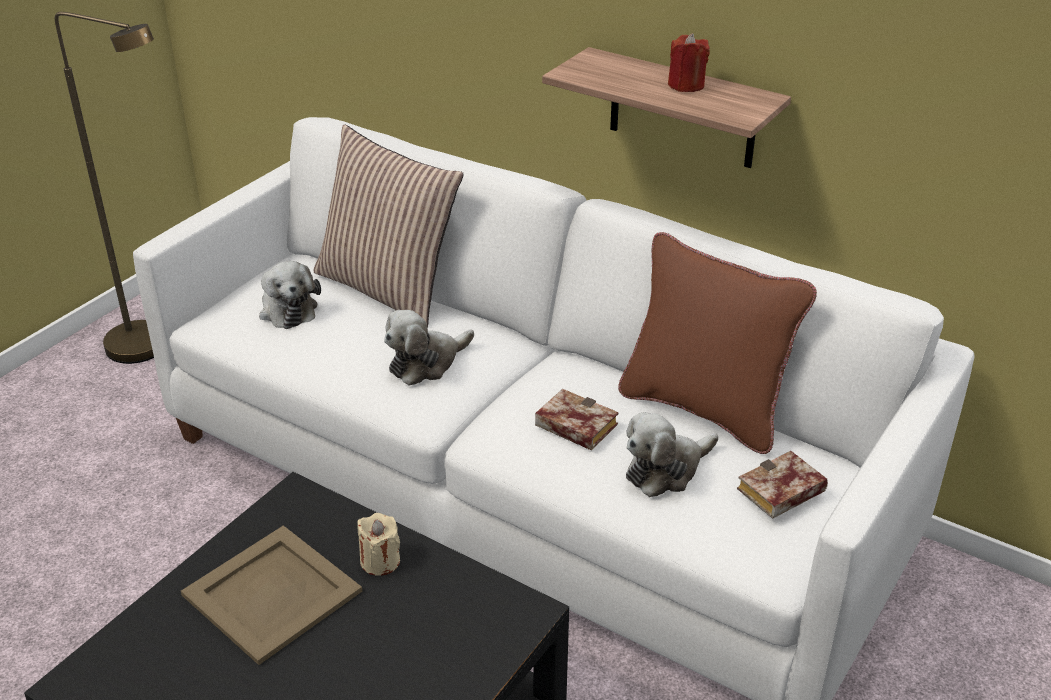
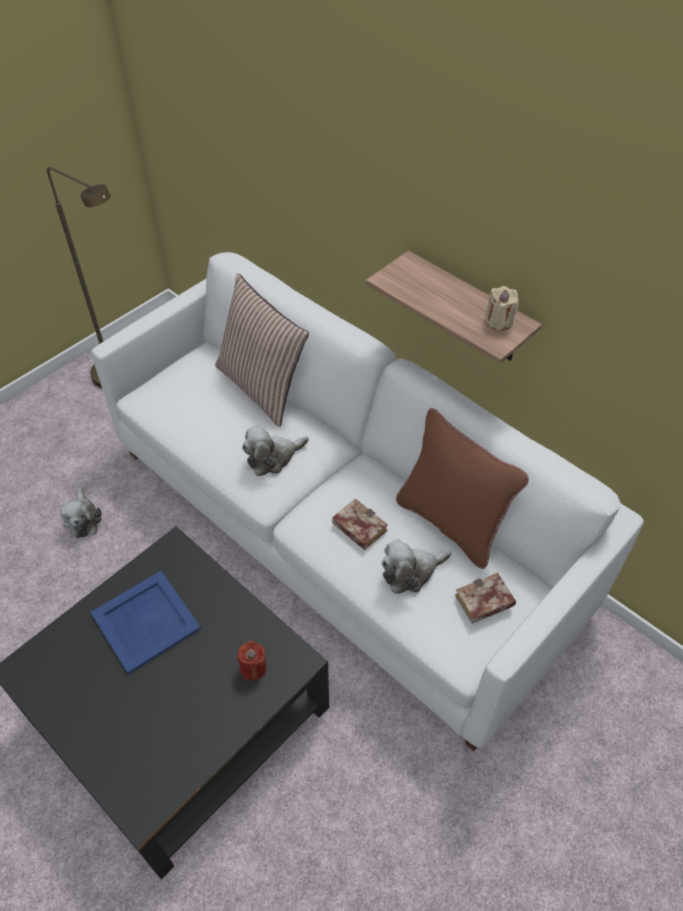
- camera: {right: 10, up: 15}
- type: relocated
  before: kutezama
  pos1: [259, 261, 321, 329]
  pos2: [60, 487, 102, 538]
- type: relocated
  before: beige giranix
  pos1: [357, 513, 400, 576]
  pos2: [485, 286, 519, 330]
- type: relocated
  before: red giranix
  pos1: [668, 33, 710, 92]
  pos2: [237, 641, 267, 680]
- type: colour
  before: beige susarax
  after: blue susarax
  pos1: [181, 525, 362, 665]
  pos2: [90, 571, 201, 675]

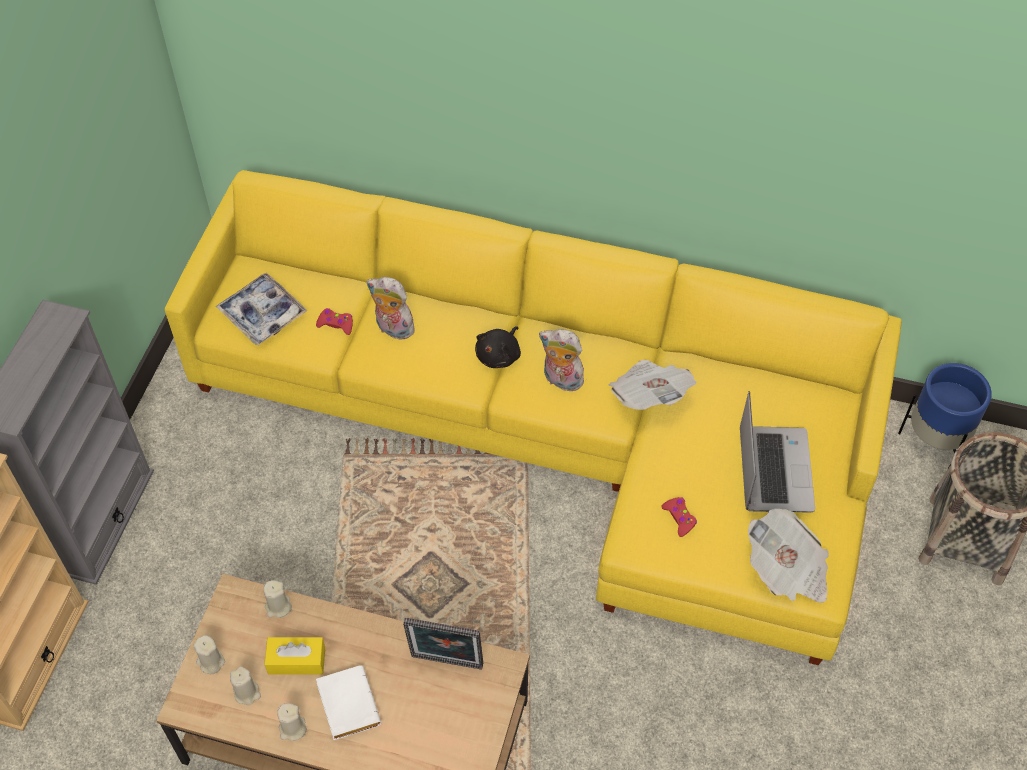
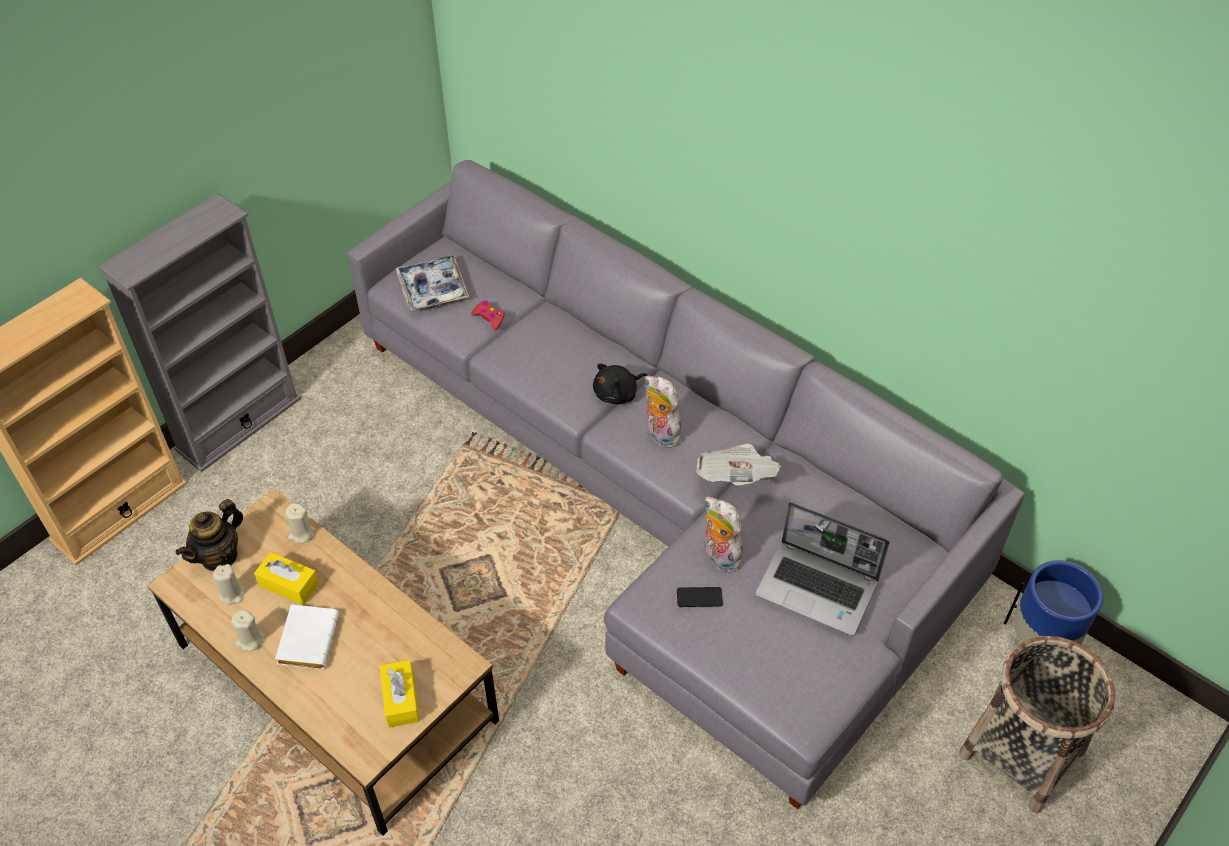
- camera: {right: 25, up: -5}
- type: missing
  before: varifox
  pos1: [403, 618, 483, 669]
- type: missing
  before: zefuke
  pos1: [748, 509, 829, 603]
- type: appeared
  after: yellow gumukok
  pos2: [380, 660, 419, 728]
- type: relocated
  before: kutezama
  pos1: [367, 277, 419, 339]
  pos2: [704, 497, 743, 573]
- type: exchanged
  before: beige giranix
  after: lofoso
  pos1: [193, 635, 225, 674]
  pos2: [176, 499, 243, 571]
- type: exchanged
  before: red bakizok
  after: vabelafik
  pos1: [661, 497, 697, 537]
  pos2: [677, 587, 723, 607]
- type: colour
  before: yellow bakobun
  after: grey bakobun
  pos1: [165, 170, 902, 665]
  pos2: [347, 160, 1025, 809]
- type: spun
  before: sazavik
  pos1: [740, 391, 815, 513]
  pos2: [756, 502, 890, 636]
  turn: 90

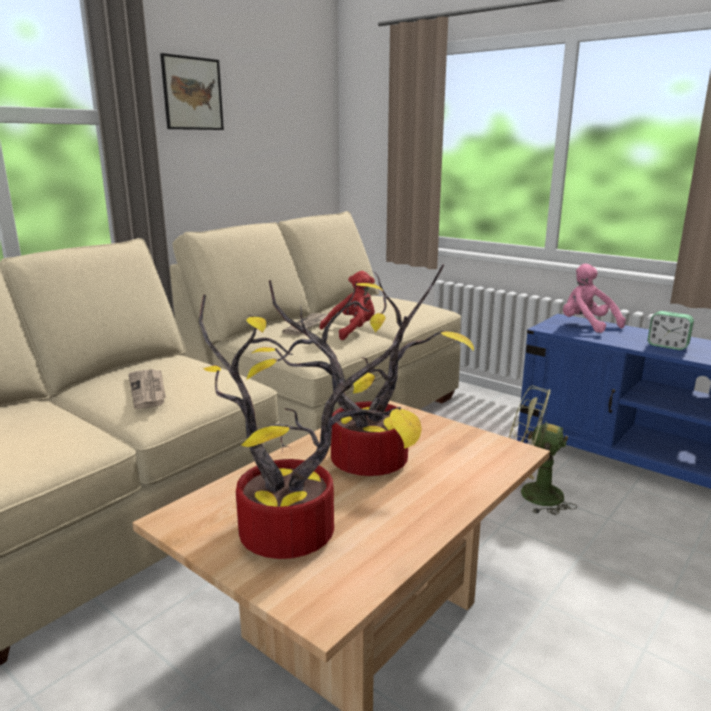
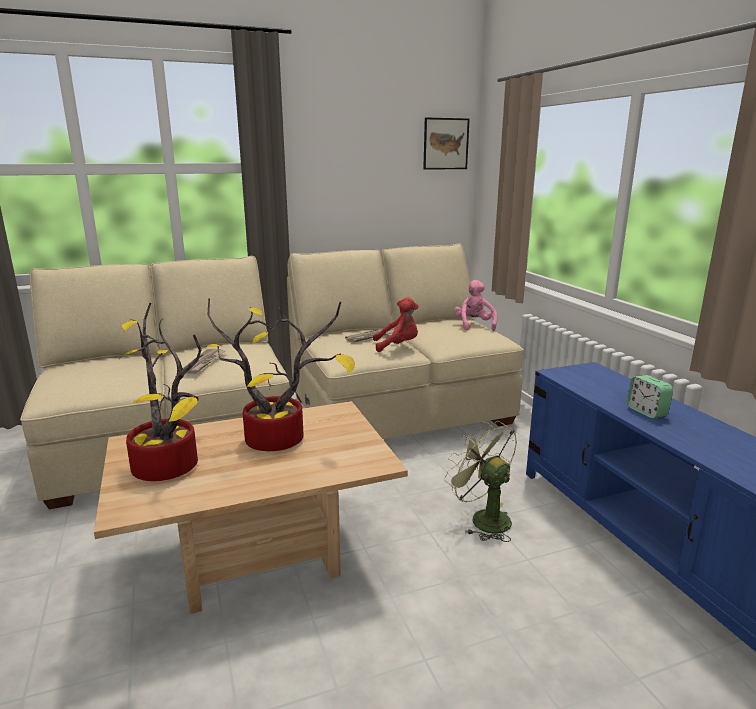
- camera: {right: 30, up: 0}
- type: relocated
  before: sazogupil
  pos1: [160, 53, 224, 130]
  pos2: [423, 117, 470, 170]
- type: relocated
  before: pink kutezama
  pos1: [563, 263, 626, 333]
  pos2: [454, 280, 497, 331]

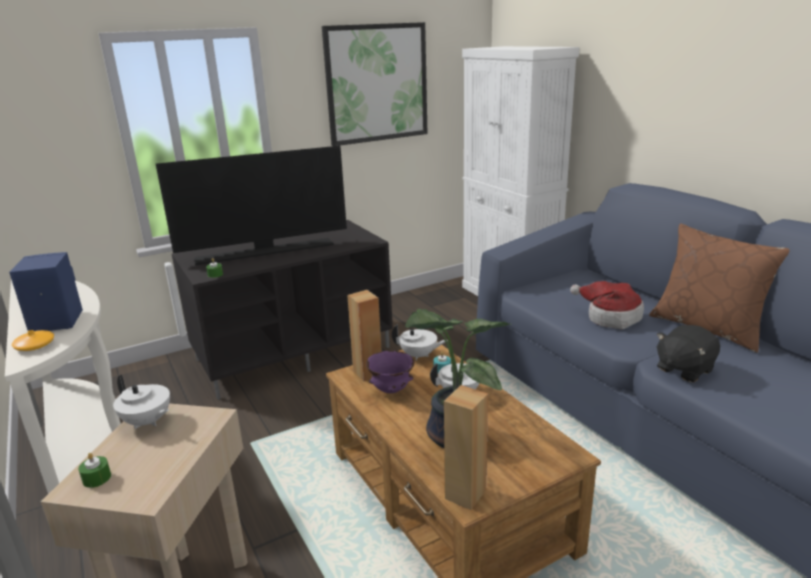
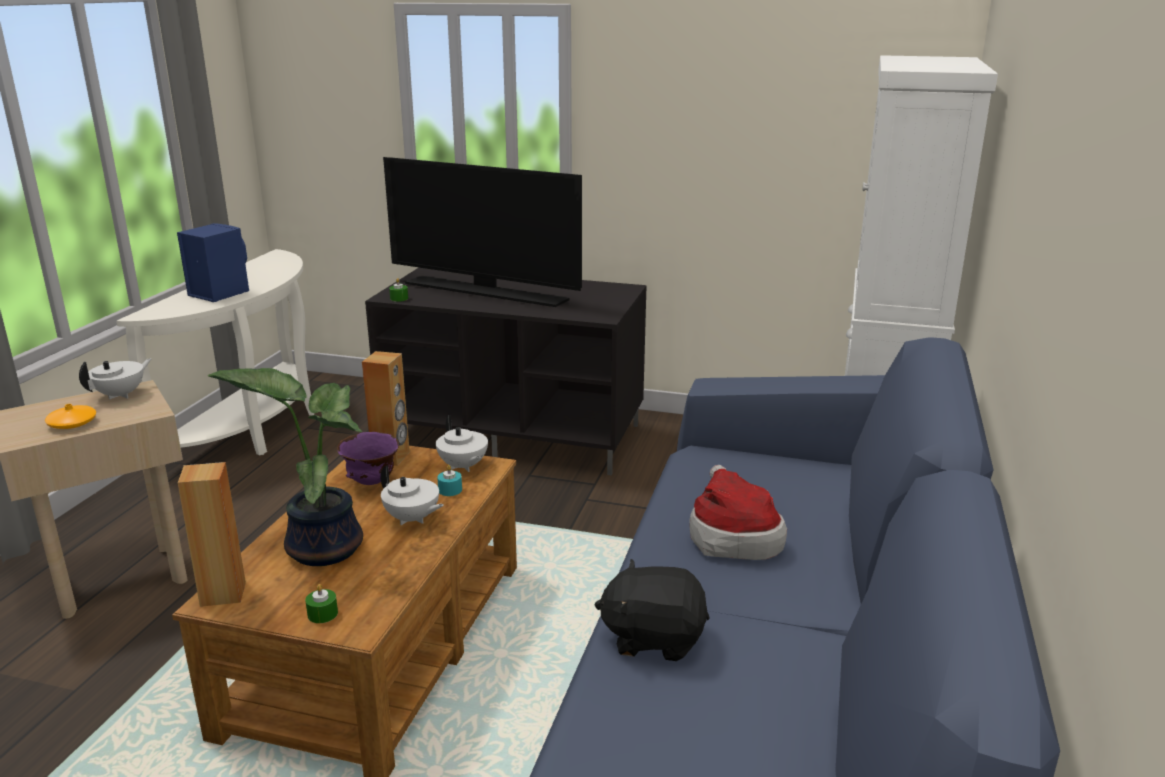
- camera: {right: 45, up: 0}
- type: missing
  before: sazogupil
  pos1: [322, 22, 427, 146]
- type: missing
  before: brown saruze
  pos1: [649, 224, 790, 353]
- type: relocated
  before: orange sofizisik
  pos1: [12, 330, 54, 351]
  pos2: [45, 404, 96, 429]
- type: relocated
  before: green giranix
  pos1: [78, 453, 111, 488]
  pos2: [305, 584, 338, 623]
- type: spun
  before: white lofoso
  pos1: [113, 375, 170, 429]
  pos2: [79, 358, 152, 399]
  turn: -135

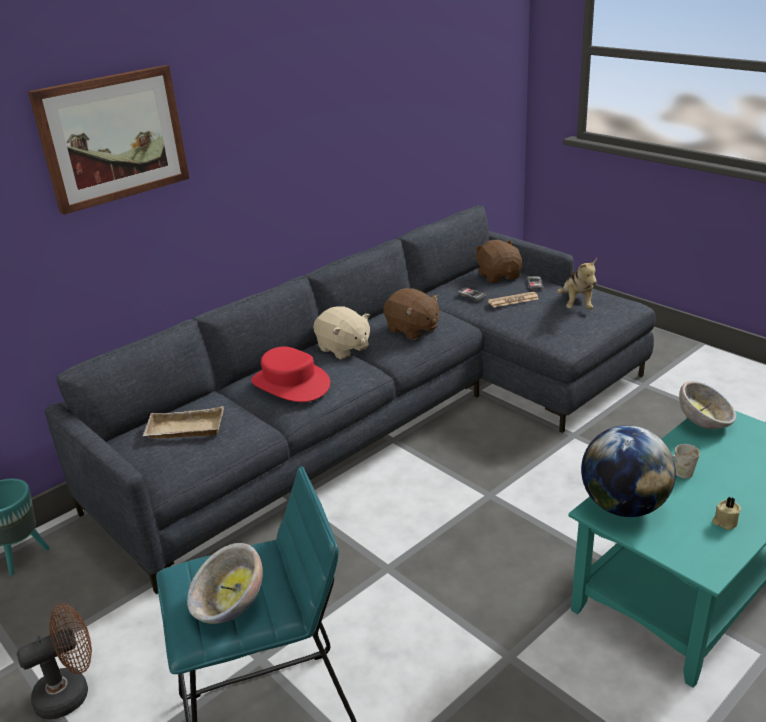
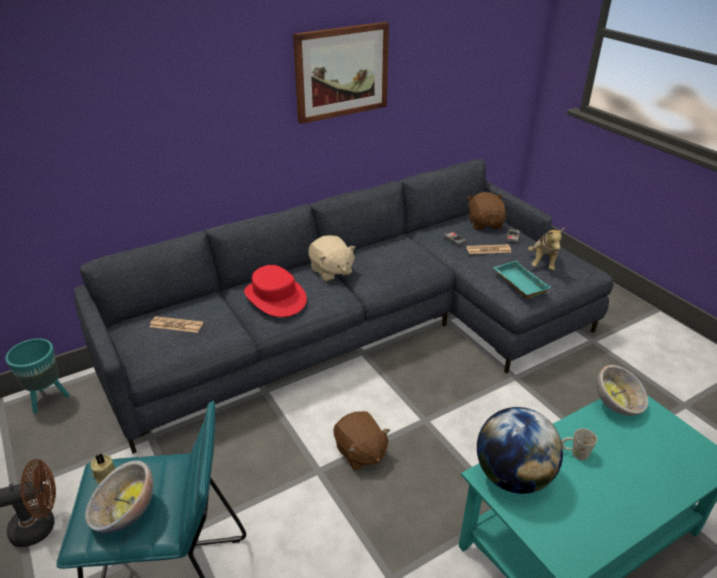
- camera: {right: 10, up: 5}
- type: appeared
  after: turquoise susarax
  pos2: [493, 260, 551, 299]
- type: relocated
  before: sazogupil
  pos1: [28, 65, 189, 215]
  pos2: [293, 22, 389, 124]
- type: relocated
  before: brown kutezama
  pos1: [383, 288, 440, 340]
  pos2: [334, 411, 390, 471]
- type: relocated
  before: beige giranix
  pos1: [712, 497, 741, 530]
  pos2: [90, 454, 116, 484]
- type: exchanged
  before: beige susarax
  after: zefuke
  pos1: [143, 406, 224, 439]
  pos2: [150, 316, 203, 333]

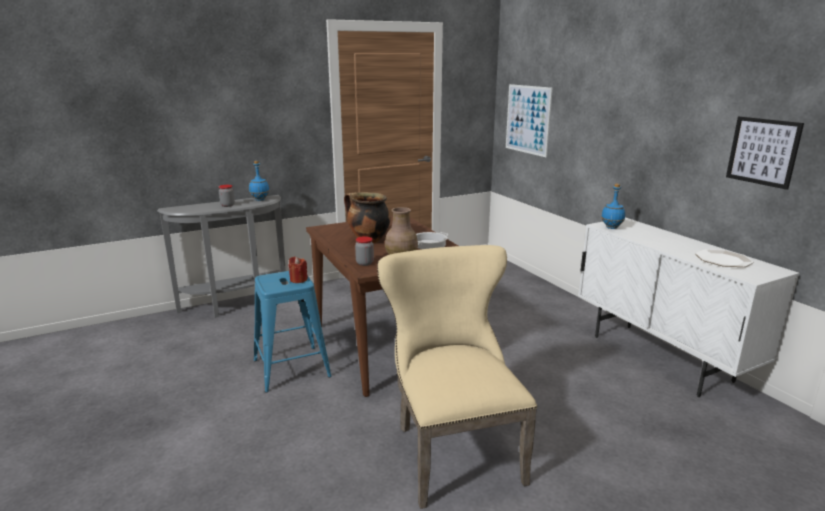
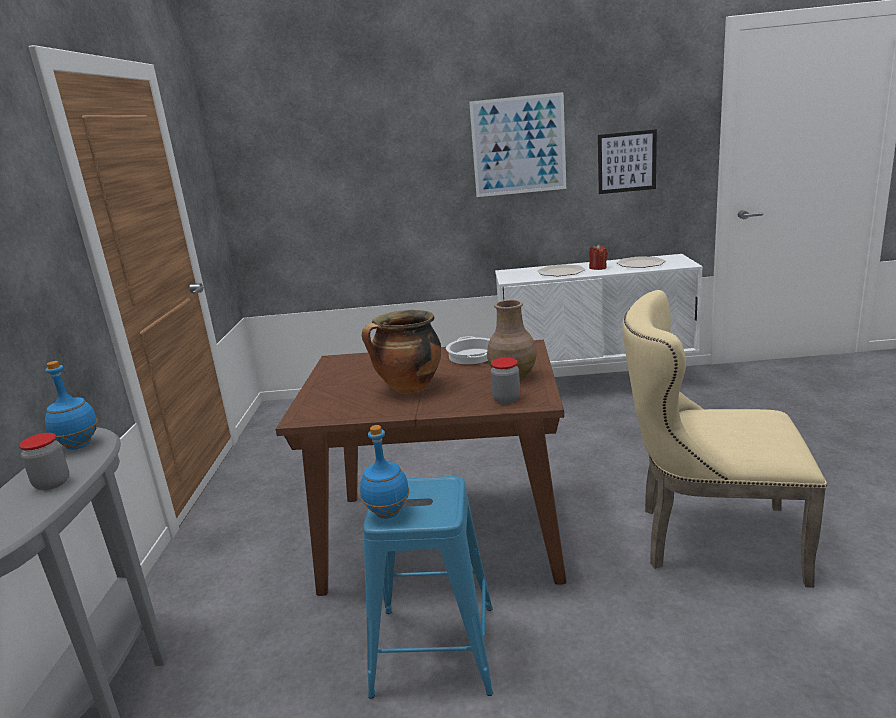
- camera: {right: -60, up: 0}
- type: appeared
  after: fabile
  pos2: [537, 264, 585, 276]
- type: relocated
  before: red giranix
  pos1: [289, 257, 308, 283]
  pos2: [589, 244, 608, 270]
- type: relocated
  before: sazogupil
  pos1: [506, 84, 553, 157]
  pos2: [469, 92, 566, 197]
- type: relocated
  before: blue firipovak
  pos1: [601, 184, 625, 229]
  pos2: [360, 425, 409, 519]

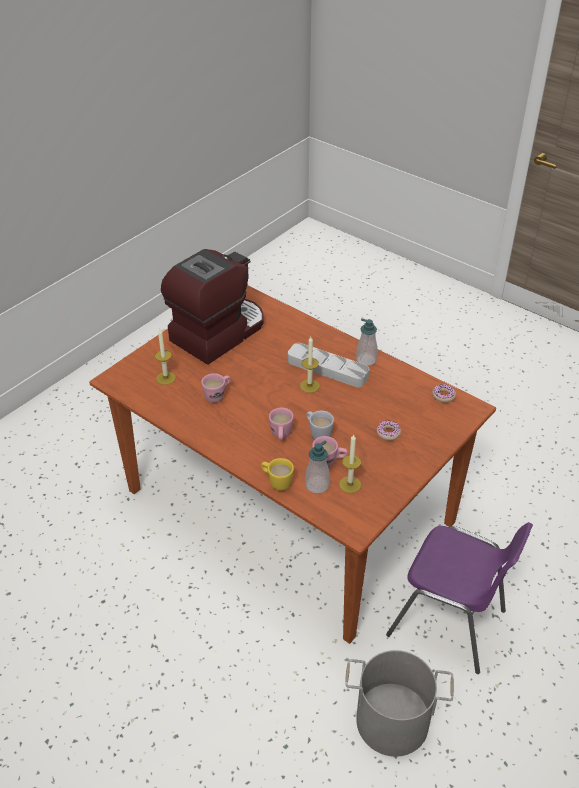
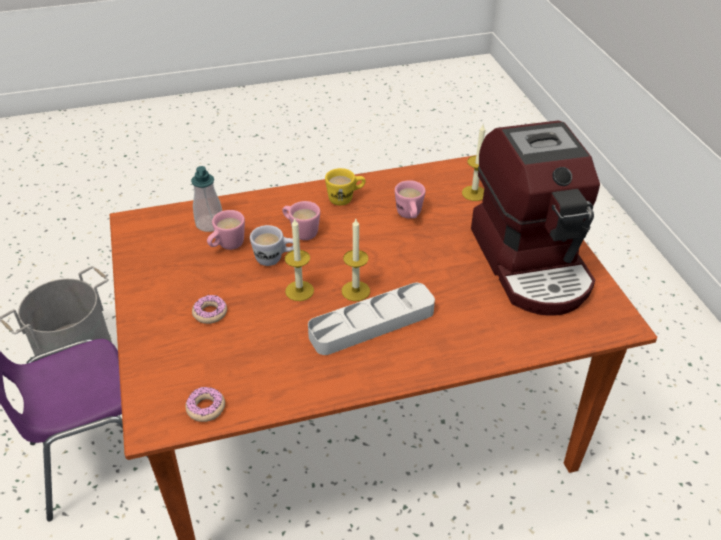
- camera: {right: 125, up: 0}
- type: missing
  before: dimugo
  pos1: [356, 318, 378, 366]
- type: relocated
  before: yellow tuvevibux
  pos1: [261, 458, 294, 491]
  pos2: [325, 168, 366, 206]
- type: relocated
  before: giranix
  pos1: [339, 434, 361, 493]
  pos2: [285, 218, 314, 301]

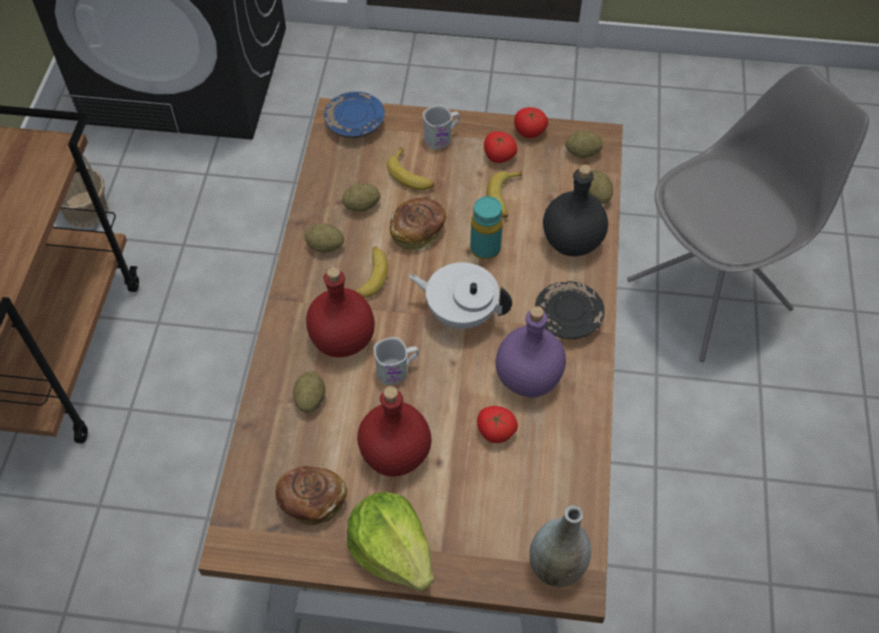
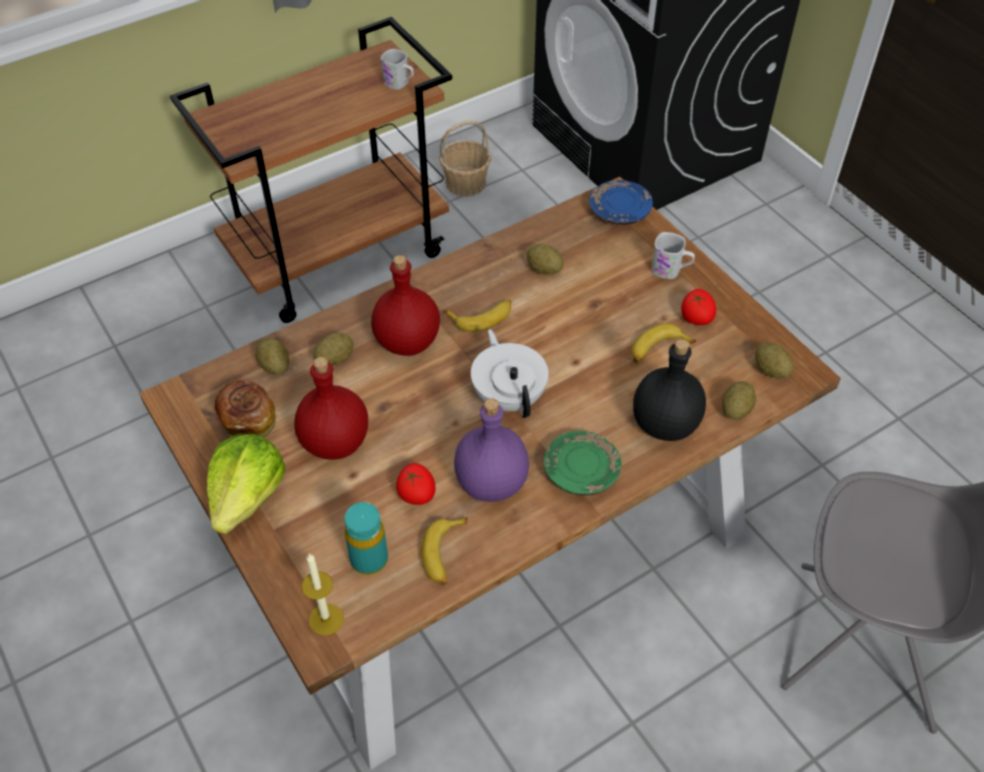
- camera: {right: 50, up: -5}
- type: missing
  before: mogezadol
  pos1: [390, 198, 447, 250]
- type: missing
  before: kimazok
  pos1: [514, 107, 548, 138]
- type: relocated
  before: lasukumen
  pos1: [304, 224, 344, 253]
  pos2: [256, 338, 289, 374]
- type: relocated
  before: white tuvevibux
  pos1: [374, 337, 419, 385]
  pos2: [381, 49, 414, 90]
- type: relocated
  before: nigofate
  pos1: [387, 147, 435, 190]
  pos2: [421, 517, 468, 585]
- type: relocated
  before: turquoise firipovak
  pos1: [470, 196, 503, 260]
  pos2: [344, 502, 388, 575]
- type: exchanged
  before: grey sofizisik
  after: giranix
  pos1: [530, 505, 591, 587]
  pos2: [302, 554, 343, 636]
- type: colour
  before: black fabile
  after: green fabile
  pos1: [535, 281, 605, 339]
  pos2: [544, 431, 622, 496]

